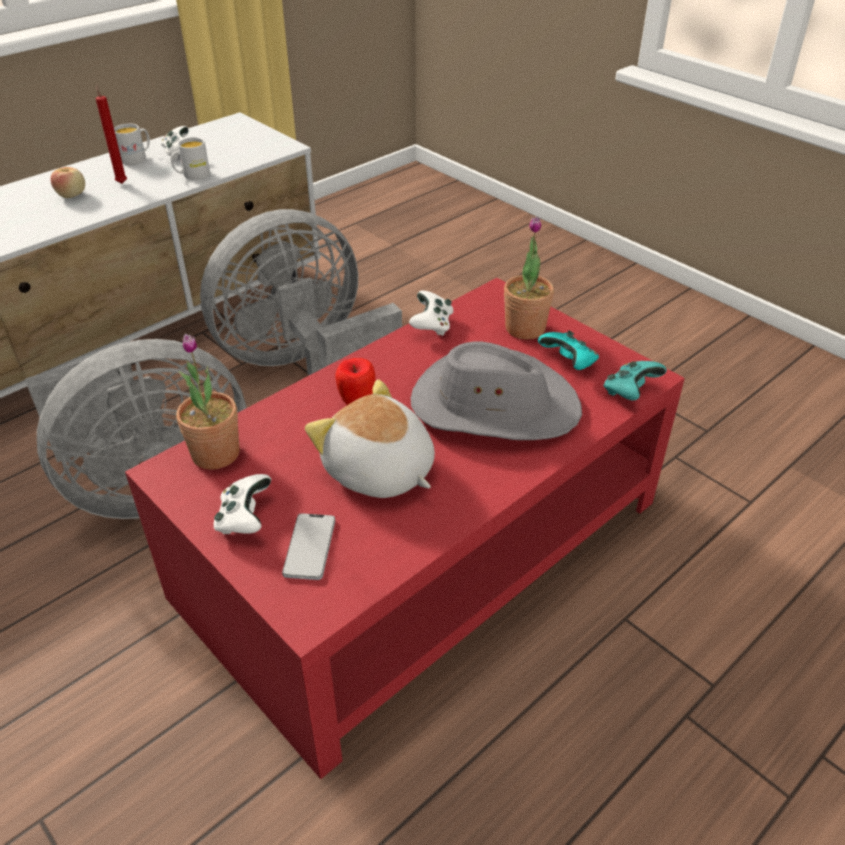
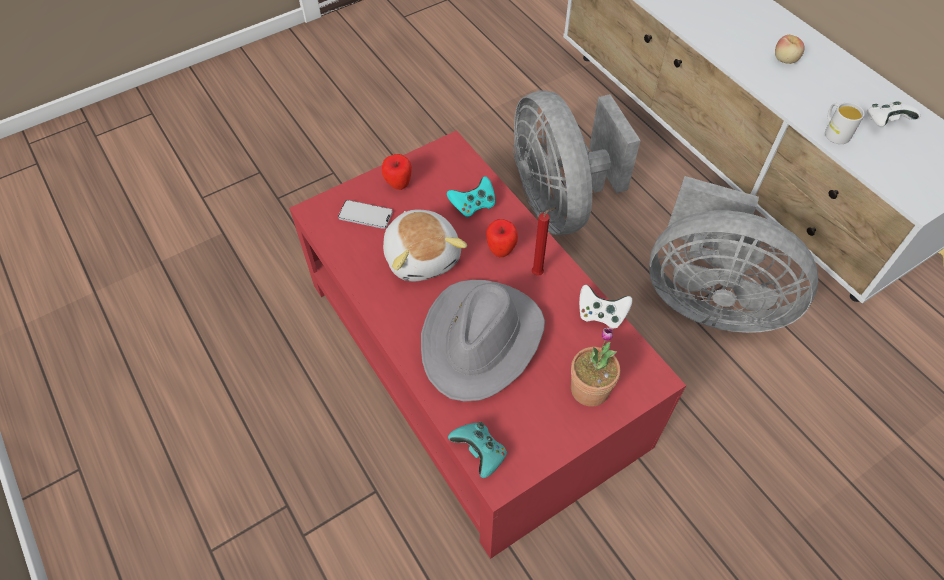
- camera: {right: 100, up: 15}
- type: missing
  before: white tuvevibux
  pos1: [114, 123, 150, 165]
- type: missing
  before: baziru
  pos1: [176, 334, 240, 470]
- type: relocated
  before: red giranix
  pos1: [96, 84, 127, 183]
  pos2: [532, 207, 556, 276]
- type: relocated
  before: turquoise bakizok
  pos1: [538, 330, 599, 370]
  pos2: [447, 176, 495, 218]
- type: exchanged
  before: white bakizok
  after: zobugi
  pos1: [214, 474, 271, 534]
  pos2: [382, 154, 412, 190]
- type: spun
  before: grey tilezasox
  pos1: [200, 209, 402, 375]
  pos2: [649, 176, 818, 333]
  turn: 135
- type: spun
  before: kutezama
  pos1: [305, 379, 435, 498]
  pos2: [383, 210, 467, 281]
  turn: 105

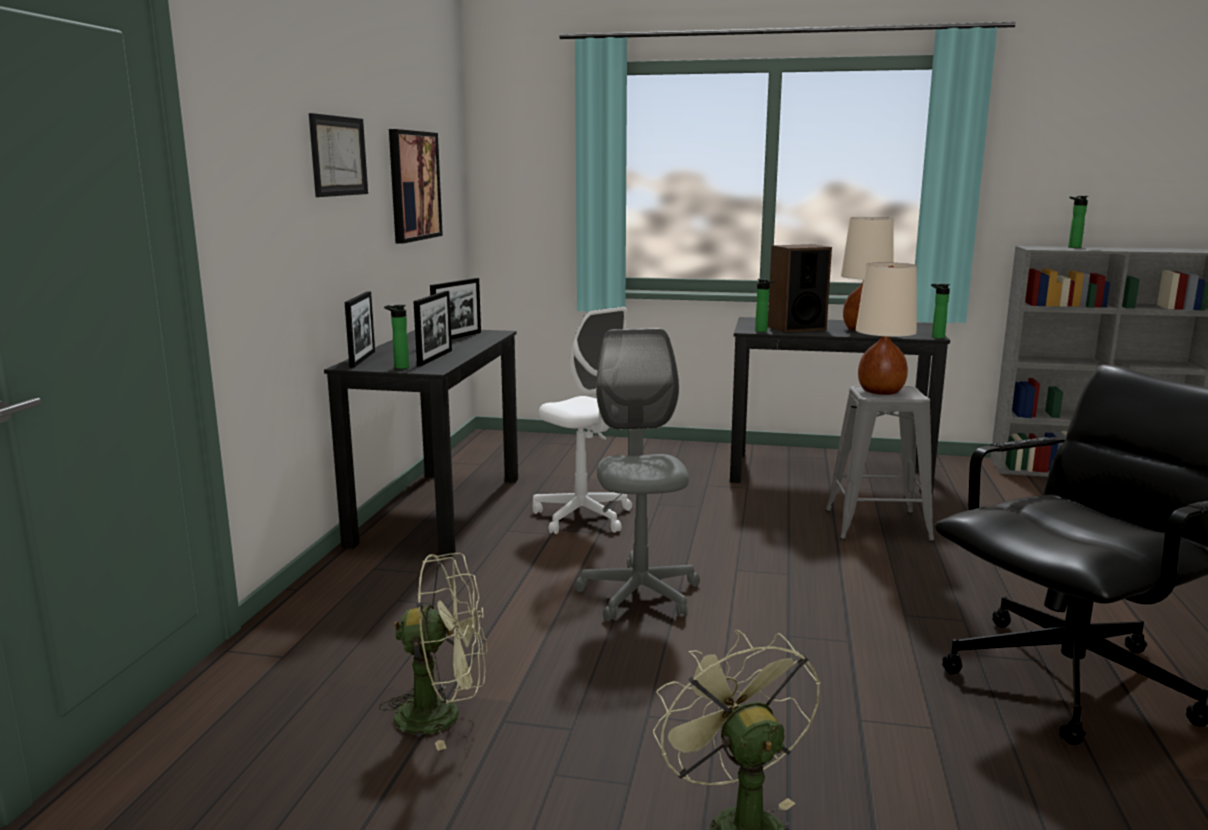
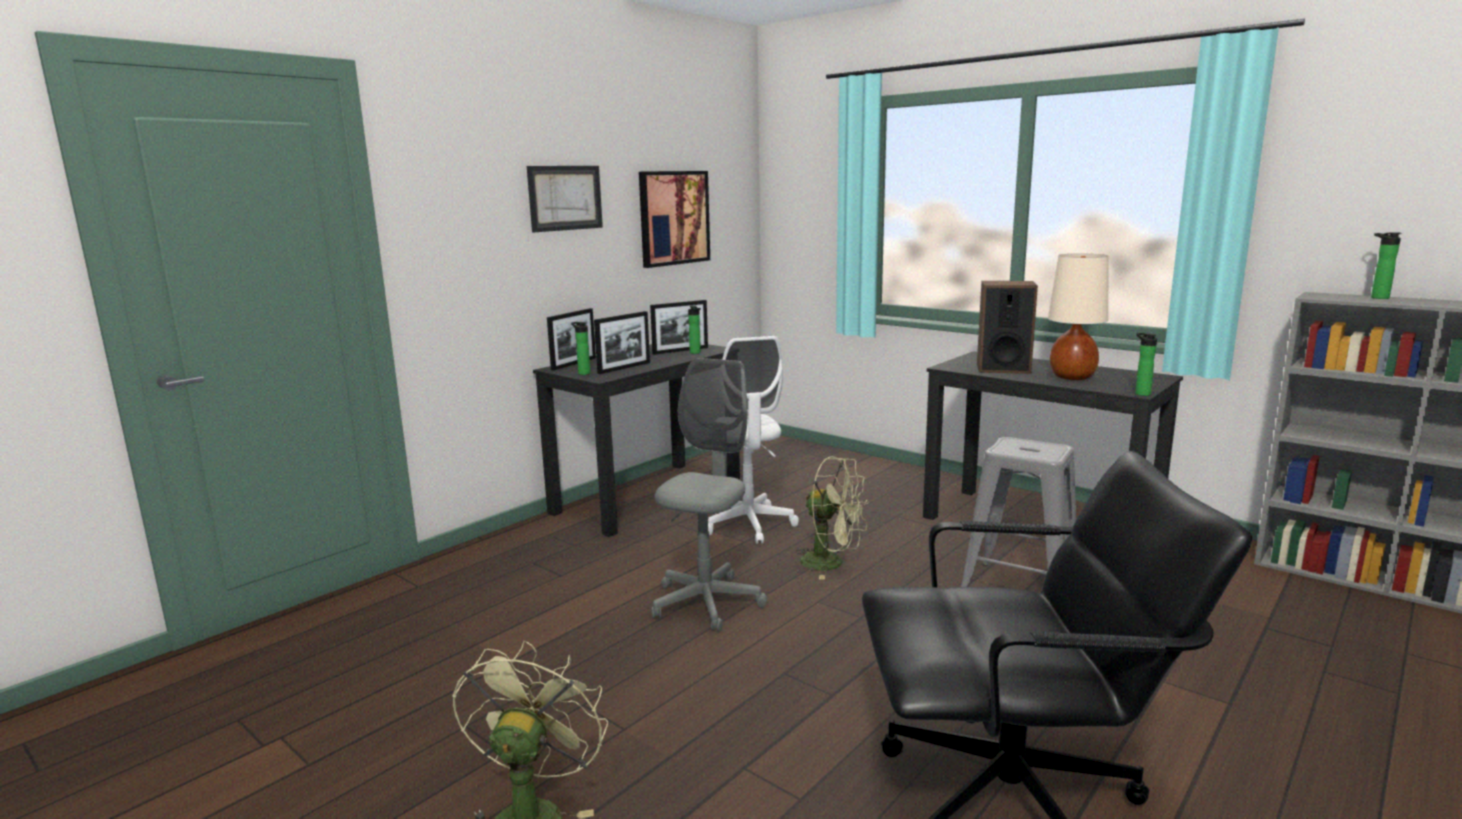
- camera: {right: 30, up: 0}
- type: missing
  before: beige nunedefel
  pos1: [856, 262, 917, 395]
- type: relocated
  before: green tilezasox
  pos1: [379, 553, 487, 751]
  pos2: [795, 456, 869, 580]
- type: relocated
  before: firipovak
  pos1: [755, 279, 775, 332]
  pos2: [688, 305, 701, 354]

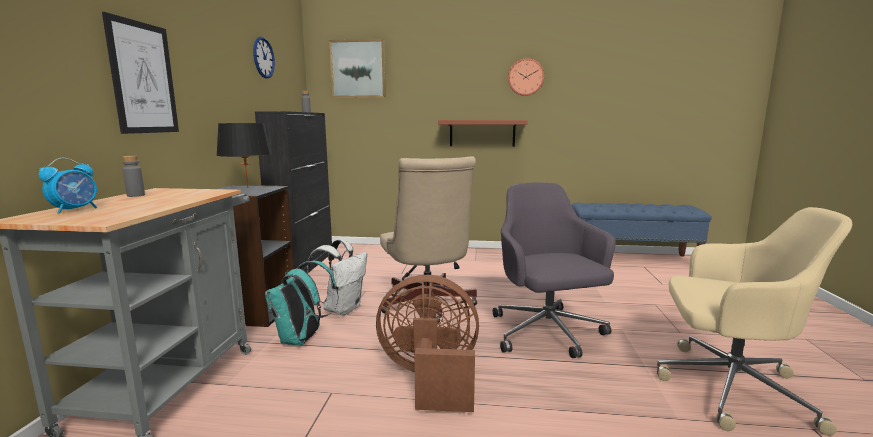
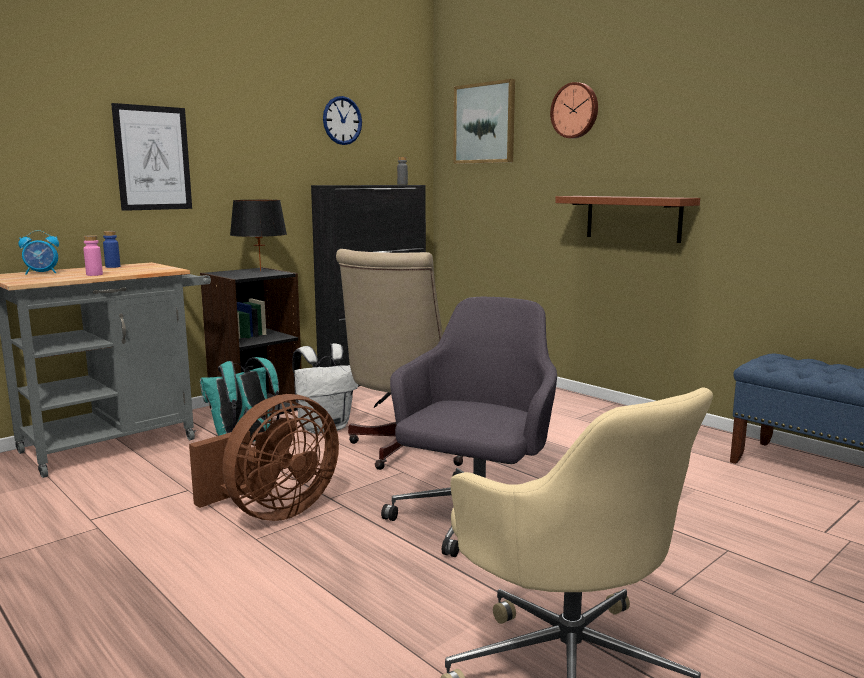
- camera: {right: 40, up: 0}
- type: appeared
  after: pink firipovak
  pos2: [83, 235, 103, 276]
- type: relocated
  before: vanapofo
  pos1: [508, 58, 544, 96]
  pos2: [550, 82, 598, 138]
- type: colour
  before: grey firipovak
  after: blue firipovak
  pos1: [122, 156, 145, 197]
  pos2: [103, 231, 120, 268]
- type: spun
  before: brown tilezasox
  pos1: [376, 275, 479, 412]
  pos2: [189, 394, 339, 521]
  turn: 90

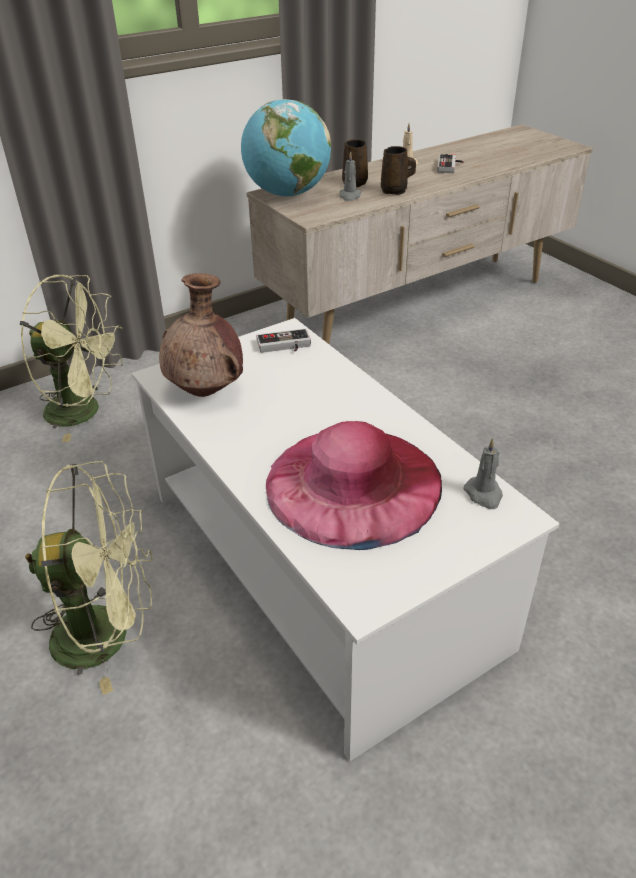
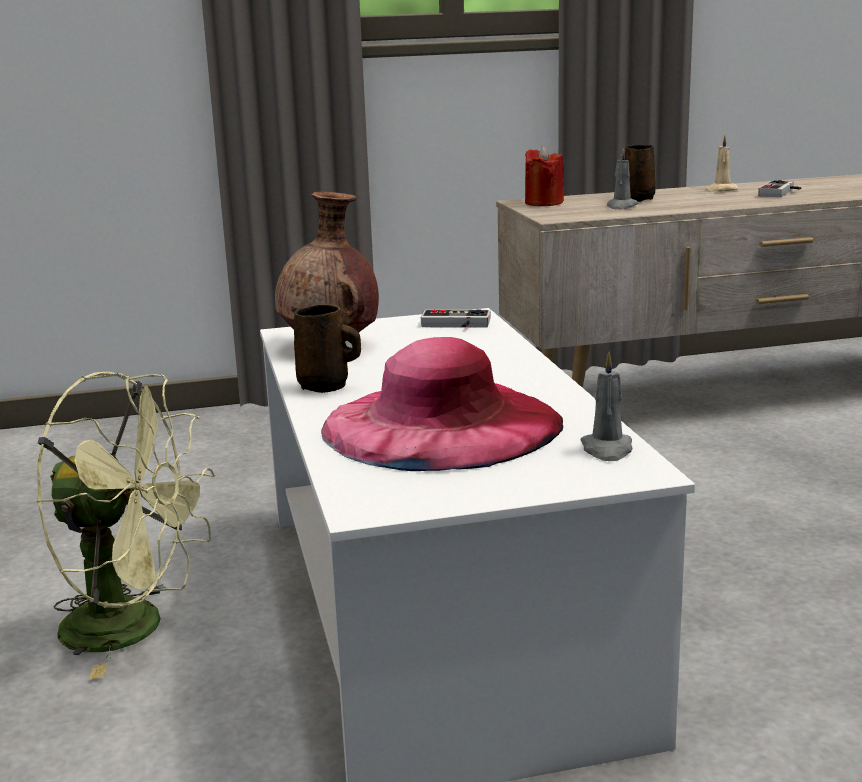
- camera: {right: 20, up: -20}
- type: missing
  before: green tilezasox
  pos1: [20, 275, 123, 442]
- type: relocated
  before: brown tuvevibux
  pos1: [381, 146, 416, 195]
  pos2: [294, 304, 361, 393]
- type: exchanged
  before: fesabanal
  after: red giranix
  pos1: [241, 99, 331, 197]
  pos2: [525, 146, 564, 206]

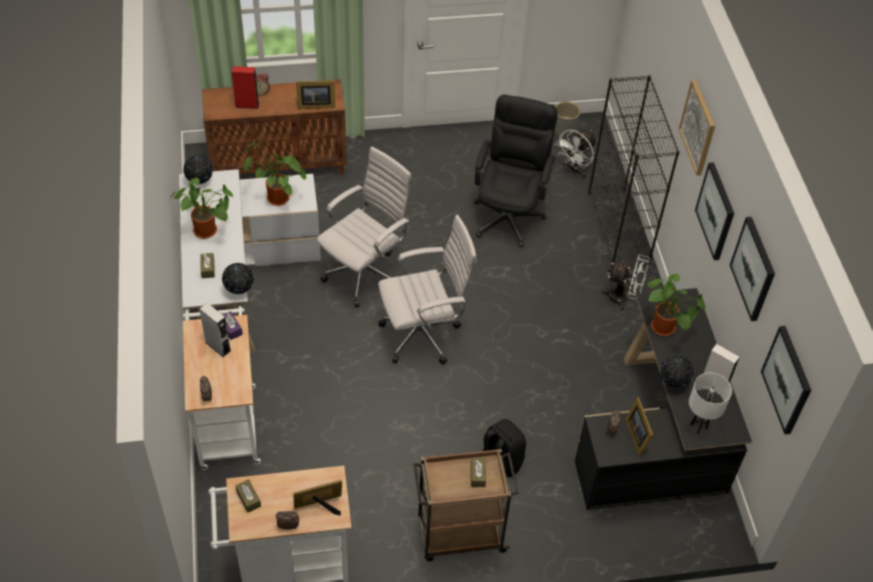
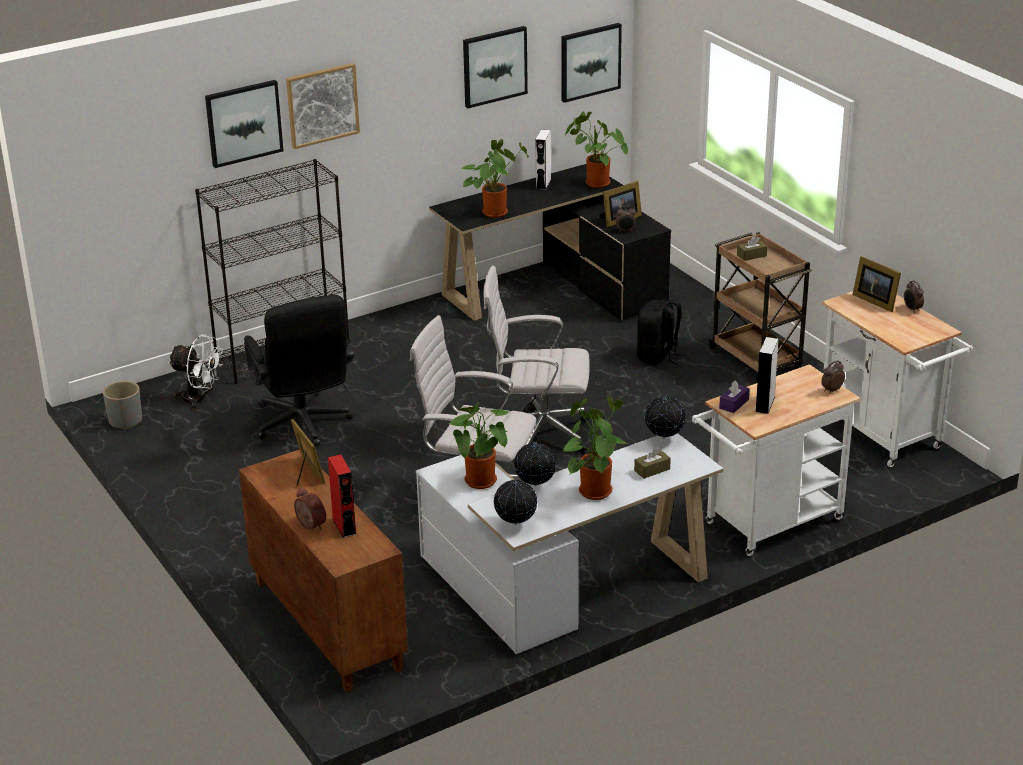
- camera: {right: -110, up: -20}
- type: missing
  before: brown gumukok
  pos1: [235, 479, 261, 513]
- type: missing
  before: white tilezasox
  pos1: [601, 254, 650, 310]
- type: relocated
  before: fesabanal
  pos1: [660, 355, 693, 388]
  pos2: [514, 441, 557, 486]
- type: relocated
  before: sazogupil
  pos1: [695, 162, 734, 260]
  pos2: [205, 80, 284, 168]
- type: exchanged
  before: white nunedefel
  after: baziru
  pos1: [689, 373, 732, 434]
  pos2: [565, 111, 628, 188]
- type: spun
  before: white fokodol
  pos1: [378, 215, 477, 364]
  pos2: [484, 266, 590, 454]
  turn: -45
- type: spun
  before: black fokodol
  pos1: [474, 94, 557, 247]
  pos2: [244, 295, 354, 446]
  turn: -105

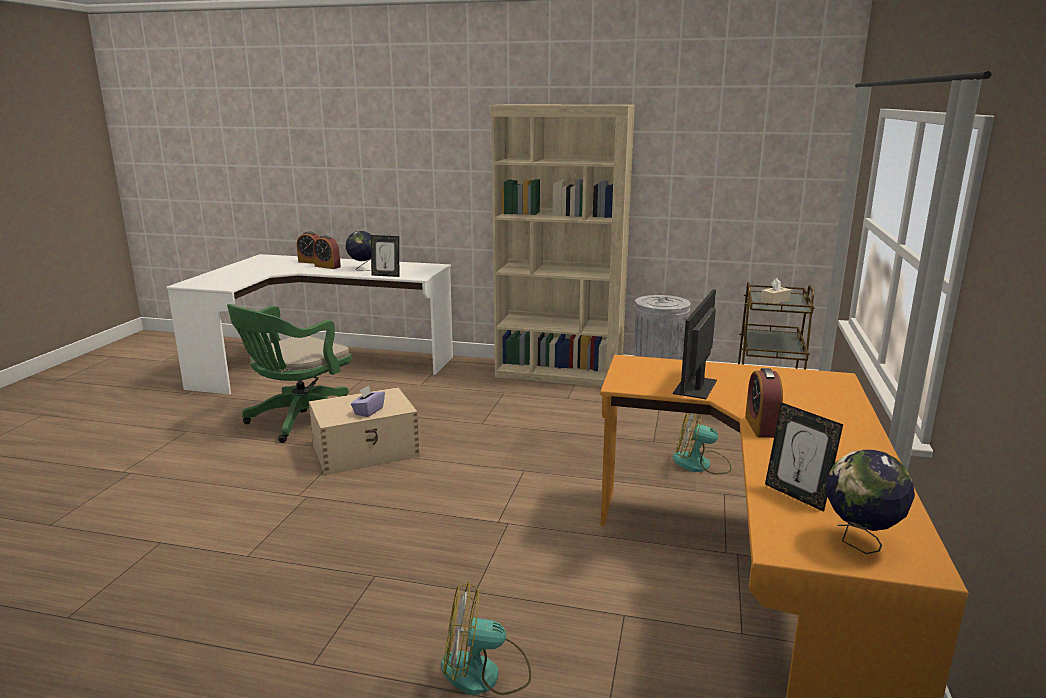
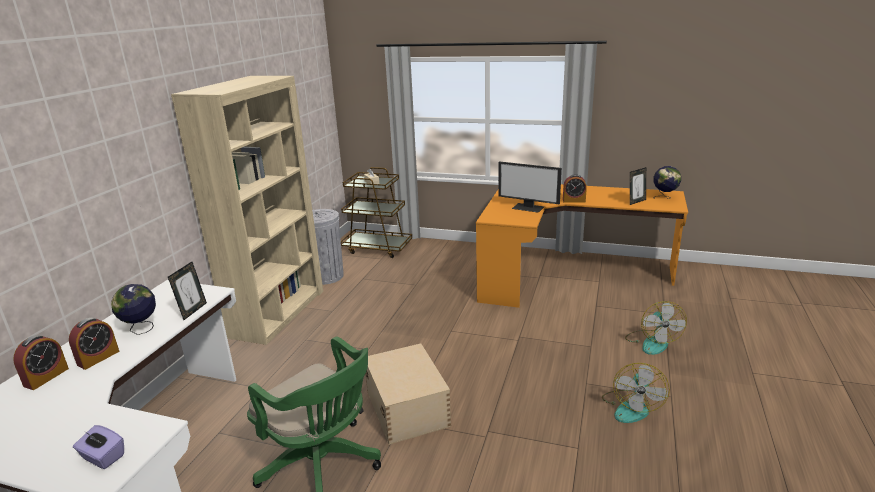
- camera: {right: -85, up: 5}
- type: relocated
  before: purple gumukok
  pos1: [351, 385, 385, 417]
  pos2: [73, 425, 124, 469]
- type: relocated
  before: tilezasox
  pos1: [673, 413, 732, 475]
  pos2: [602, 363, 670, 423]

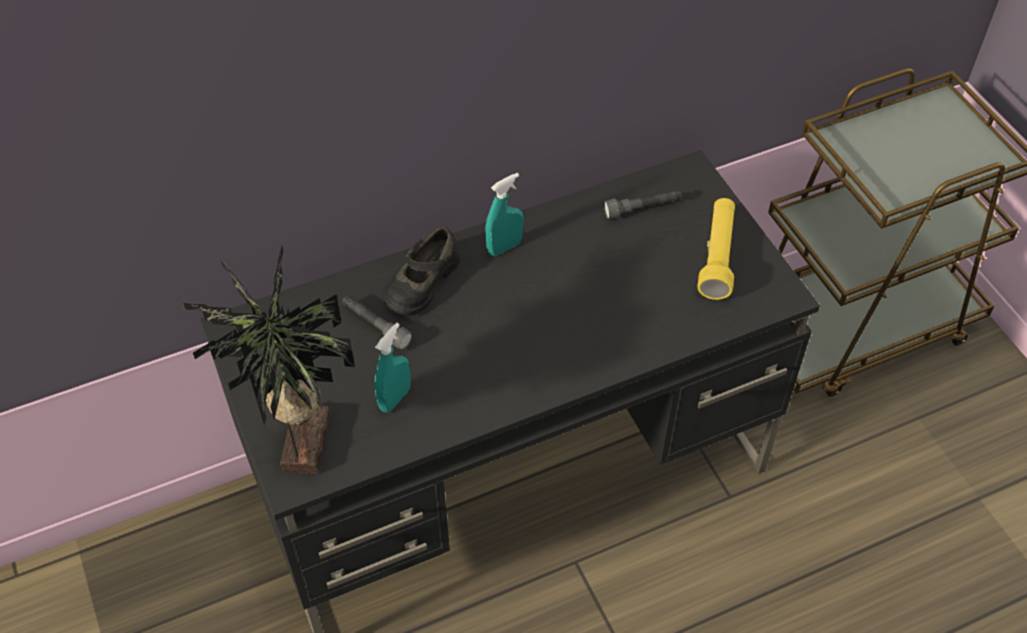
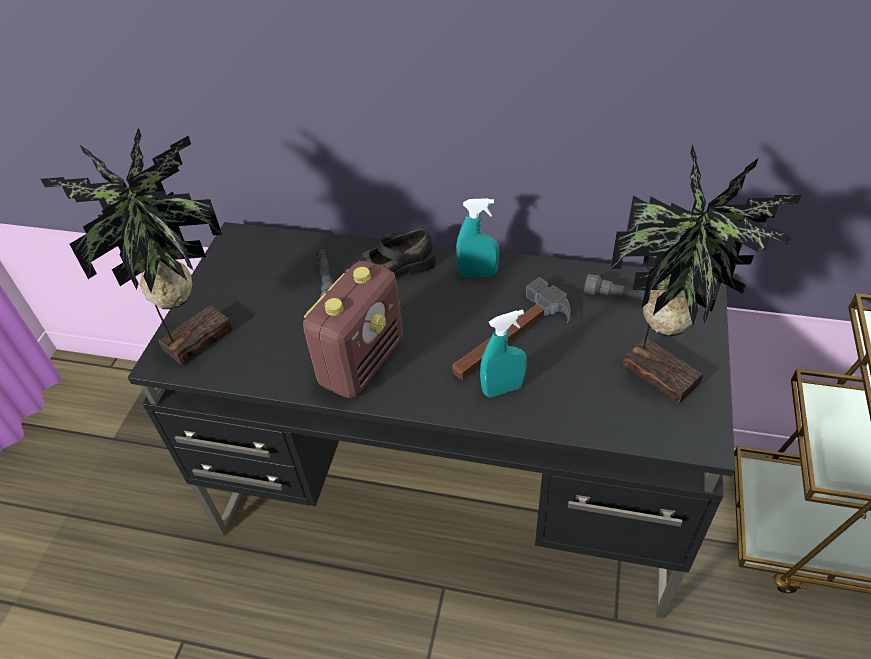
- camera: {right: 40, up: -5}
- type: appeared
  after: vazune
  pos2: [303, 261, 403, 398]
- type: appeared
  after: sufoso
  pos2: [452, 277, 570, 379]
- type: relocated
  before: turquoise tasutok
  pos1: [375, 323, 411, 412]
  pos2: [480, 310, 527, 397]
- type: exchanged
  before: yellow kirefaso
  after: baziru
  pos1: [697, 198, 735, 300]
  pos2: [611, 144, 802, 404]

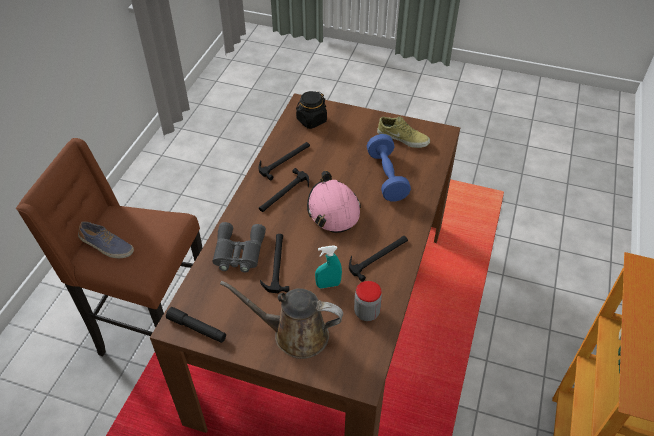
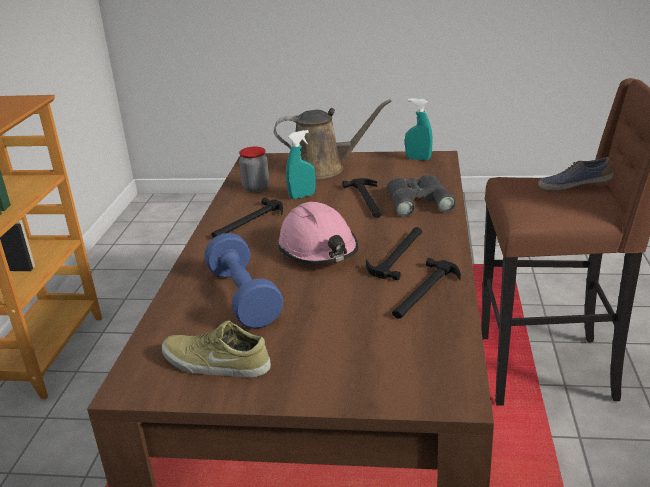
- camera: {right: 170, up: -20}
- type: missing
  before: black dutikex
  pos1: [296, 91, 327, 129]
- type: exchanged
  before: black kirefaso
  after: turquoise tasutok
  pos1: [166, 307, 226, 343]
  pos2: [405, 98, 433, 160]

